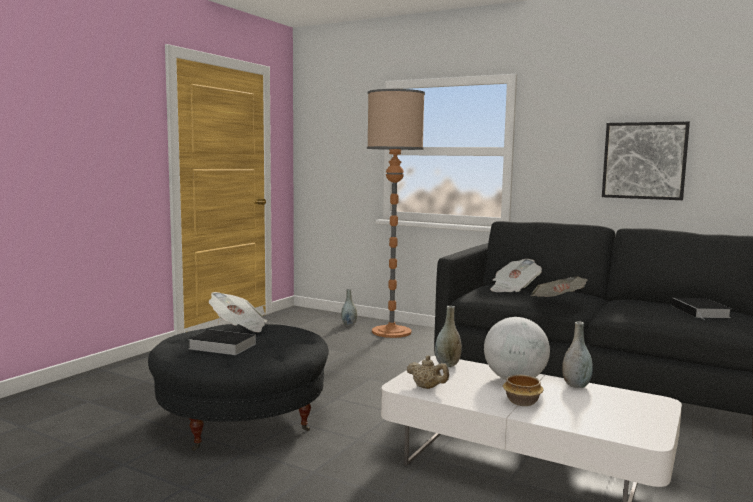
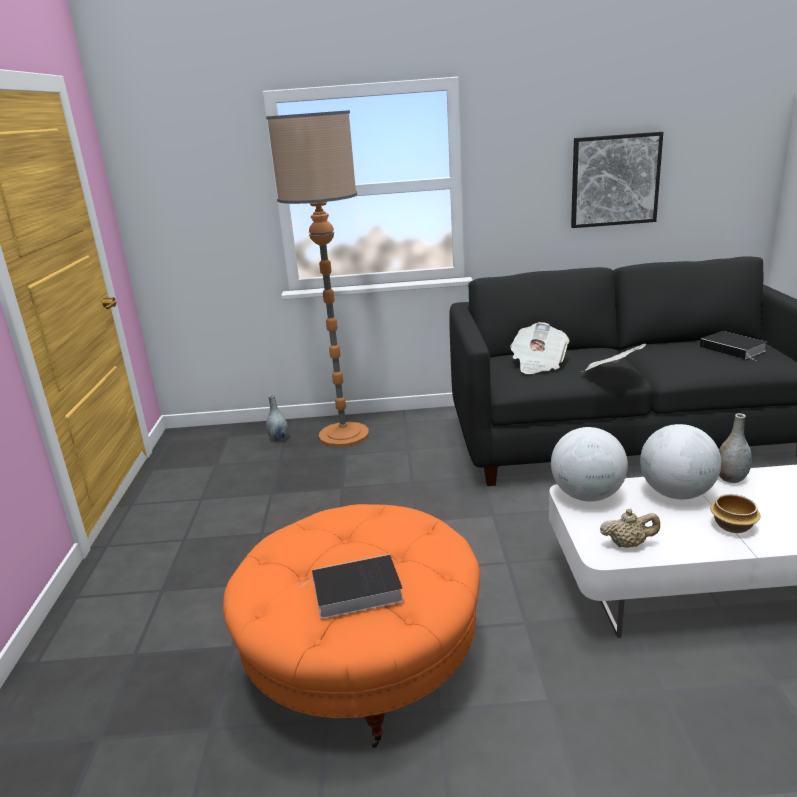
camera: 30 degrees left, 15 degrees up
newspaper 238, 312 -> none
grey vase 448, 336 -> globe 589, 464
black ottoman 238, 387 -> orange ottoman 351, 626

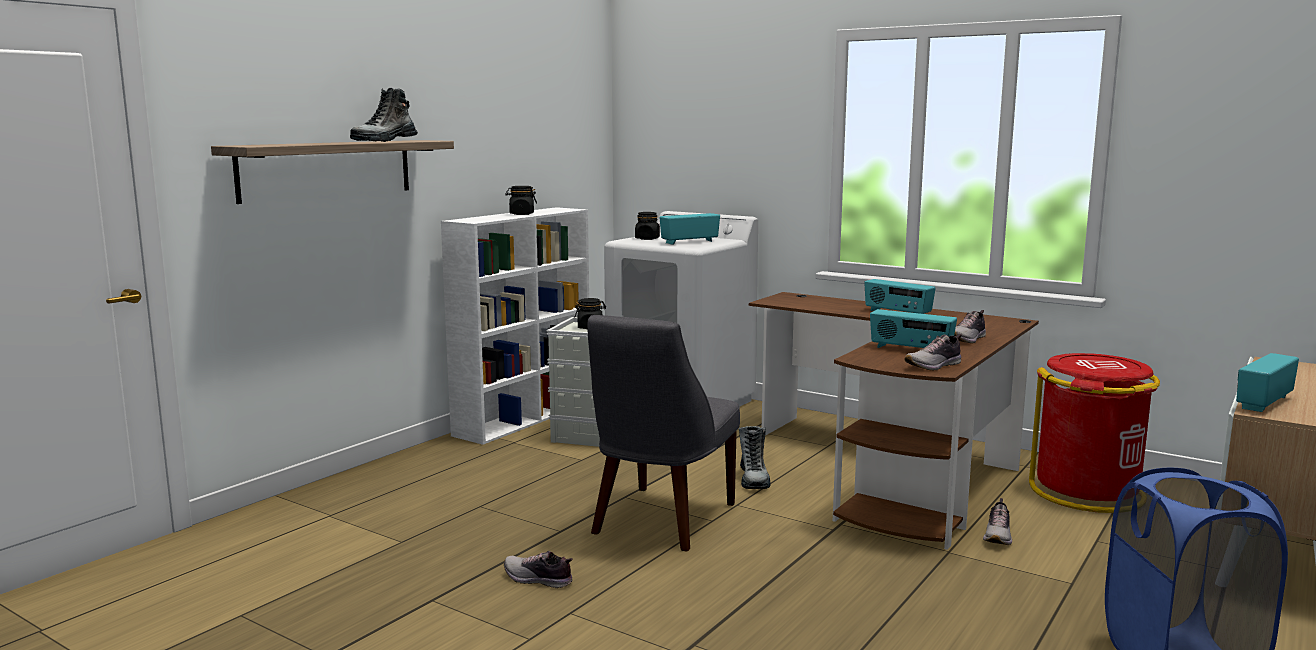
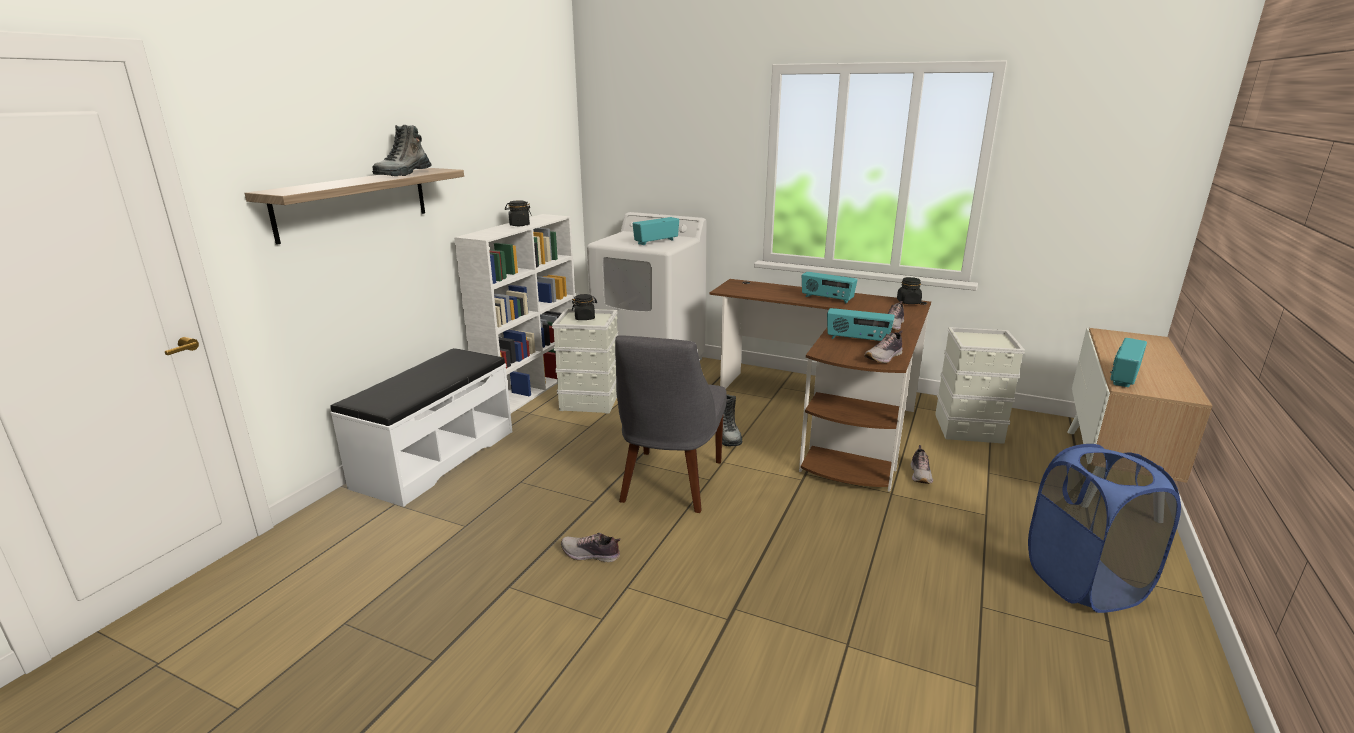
camera: 10 degrees left, 10 degrees up
black jar 647, 226 -> black jar 909, 290, relocated
red trash can 1094, 433 -> grey storage box 980, 385
none -> white bench 421, 427

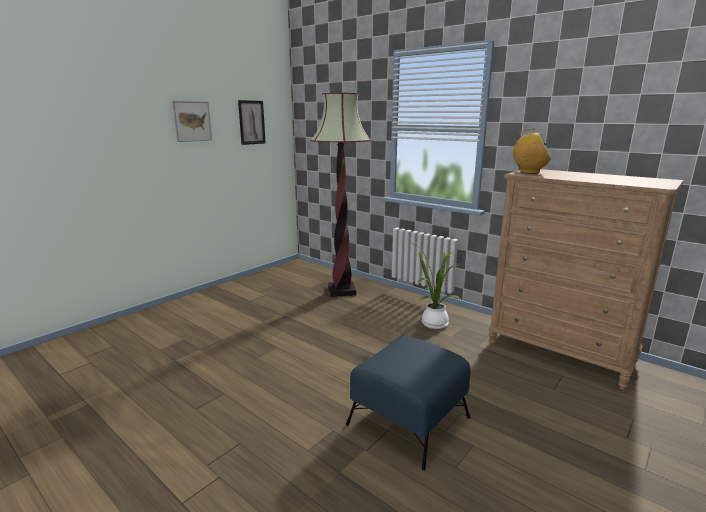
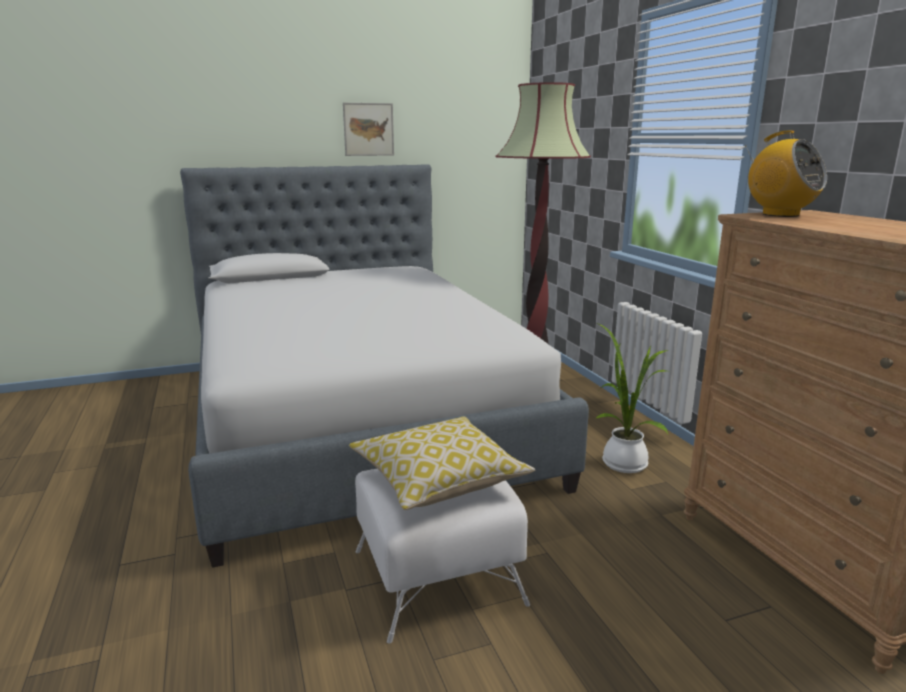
camera: 30 degrees right, 0 degrees up
picture 252, 122 -> none
blue ottoman 408, 403 -> white ottoman 442, 556
none -> bed 384, 366
none -> pillow 442, 463

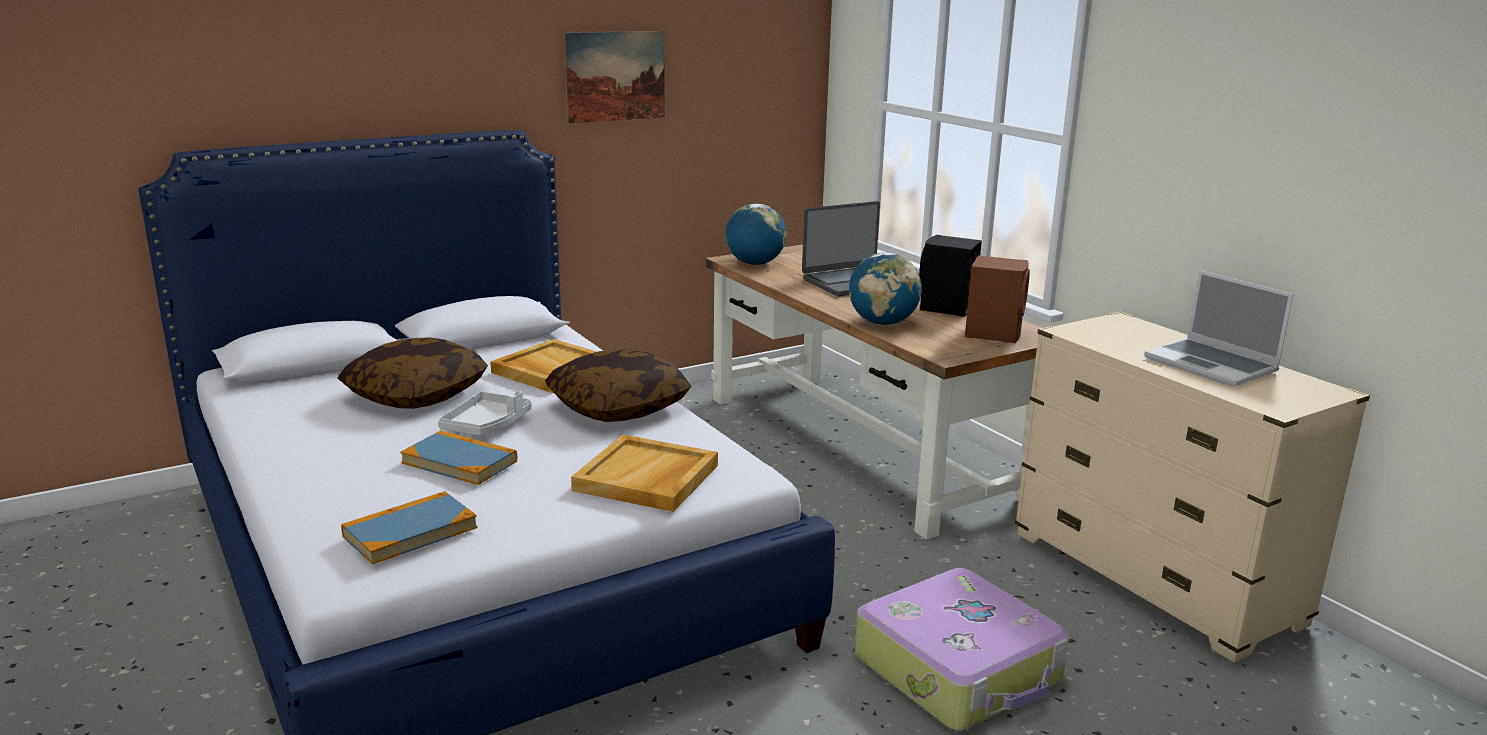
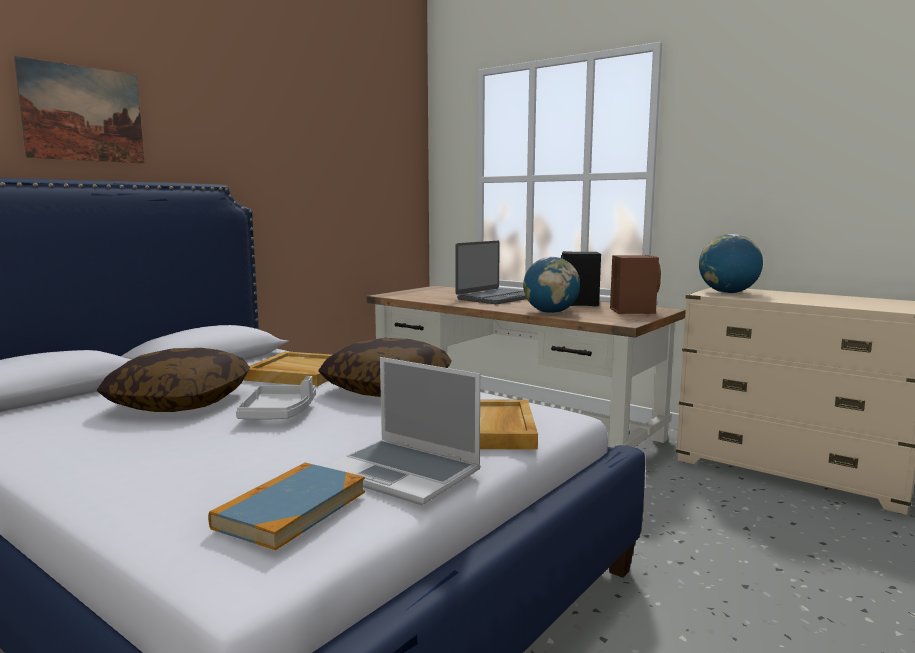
camera: 20 degrees left, 10 degrees down
picture 614, 77 -> picture 79, 109, relocated
globe 755, 234 -> globe 731, 263, relocated
laptop 1218, 328 -> laptop 401, 431, relocated
book 458, 458 -> none
suitcase 962, 649 -> none

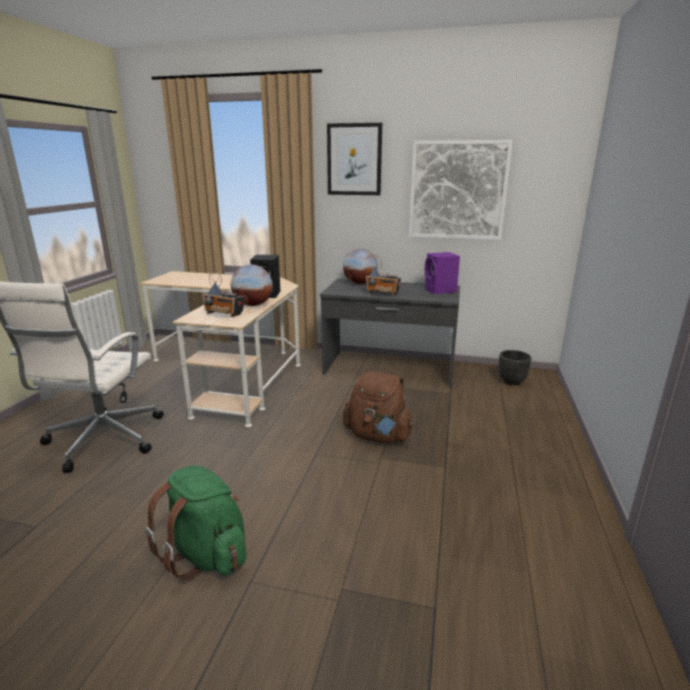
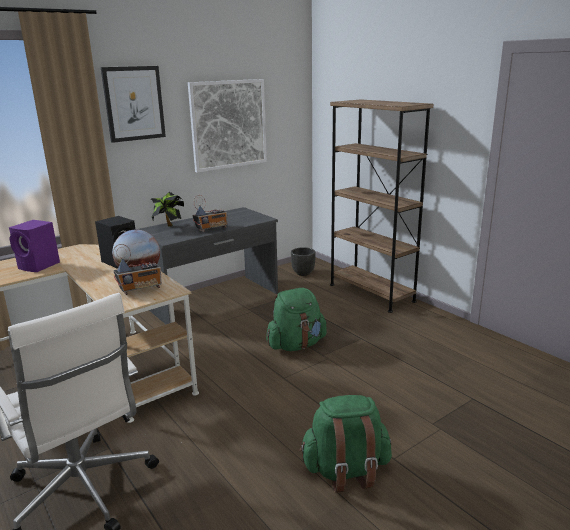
camera: 50 degrees left, 0 degrees up
globe 360, 266 -> potted plant 167, 209
purple speaker 442, 273 -> purple speaker 34, 246, relocated
brown backpack 378, 407 -> green backpack 296, 319
none -> brown bookcase 381, 206

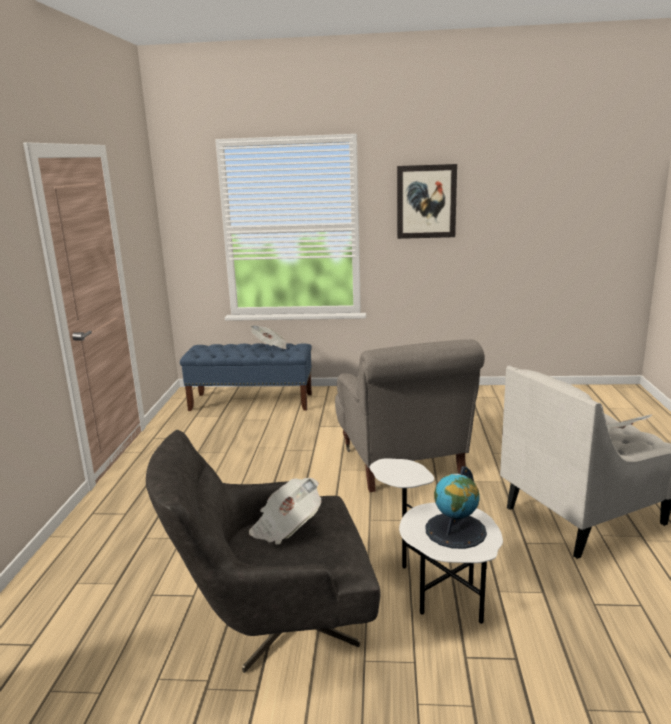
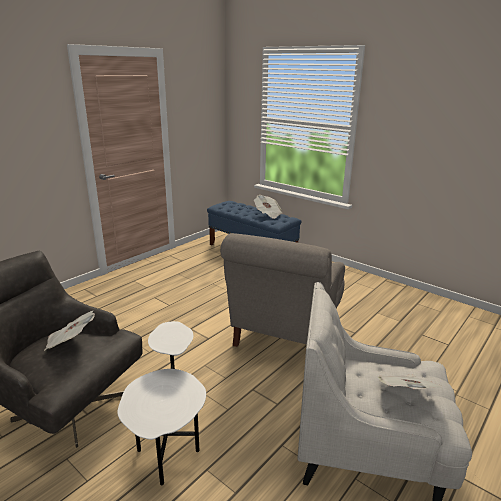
camera: 35 degrees right, 5 degrees up
picture 427, 201 -> none
globe 456, 507 -> none

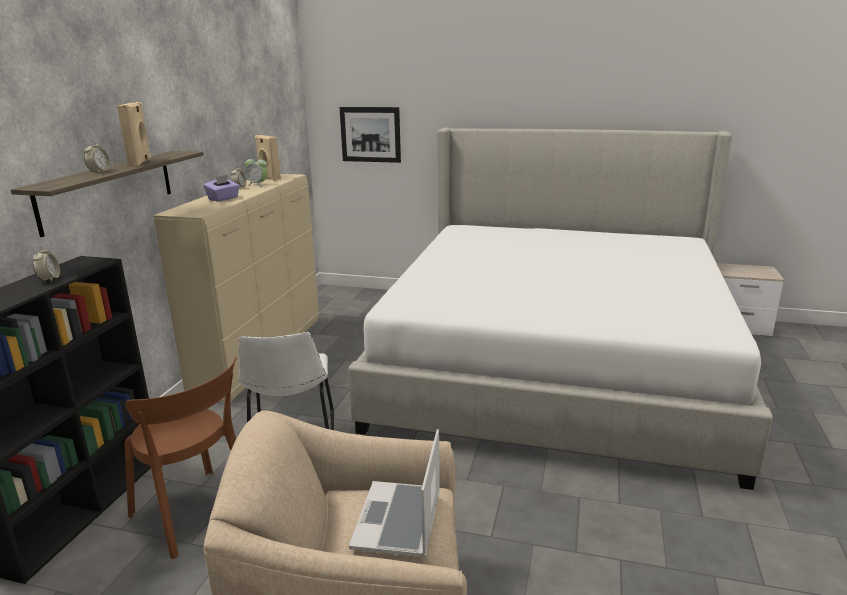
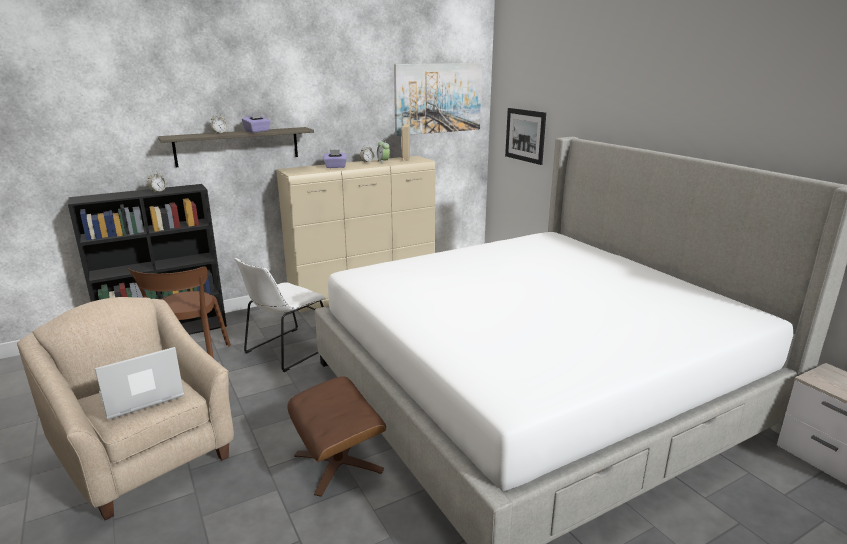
camera: 45 degrees right, 0 degrees up
beige speaker 134, 134 -> purple tissue box 256, 122
none -> picture 438, 99
none -> brown ottoman 336, 436

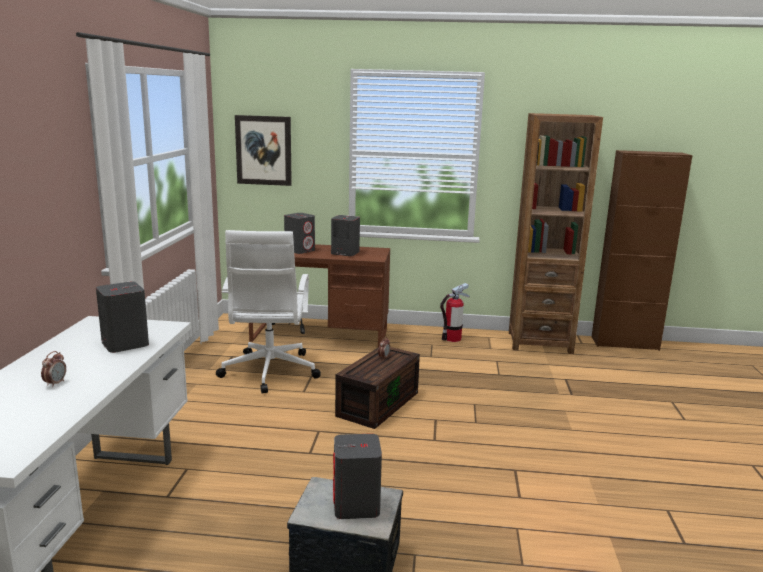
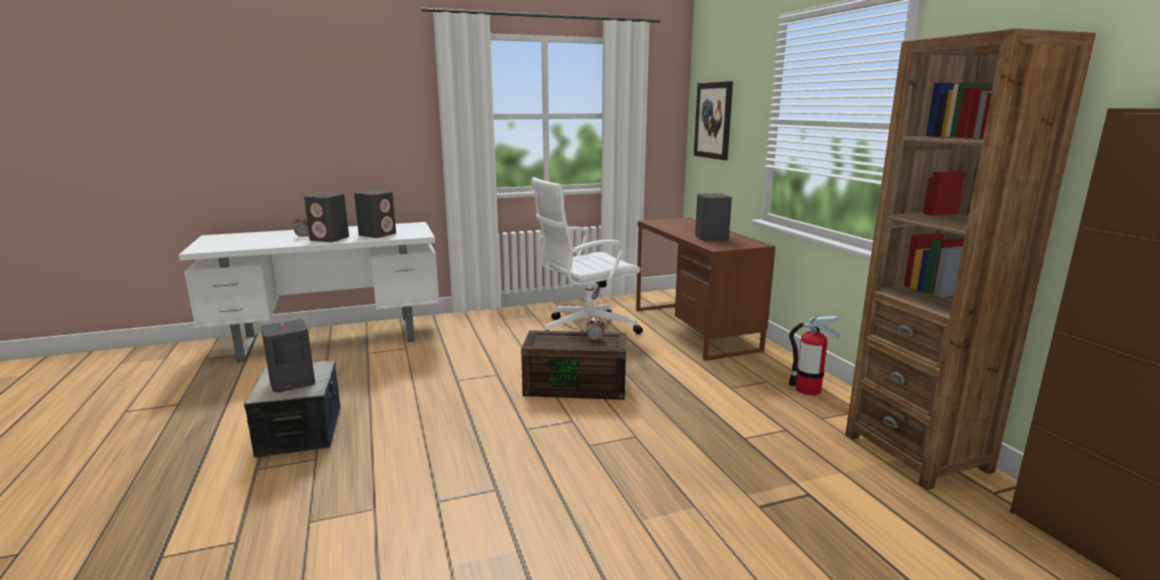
camera: 65 degrees right, 0 degrees up
grey speaker 299, 233 -> grey speaker 326, 217, relocated

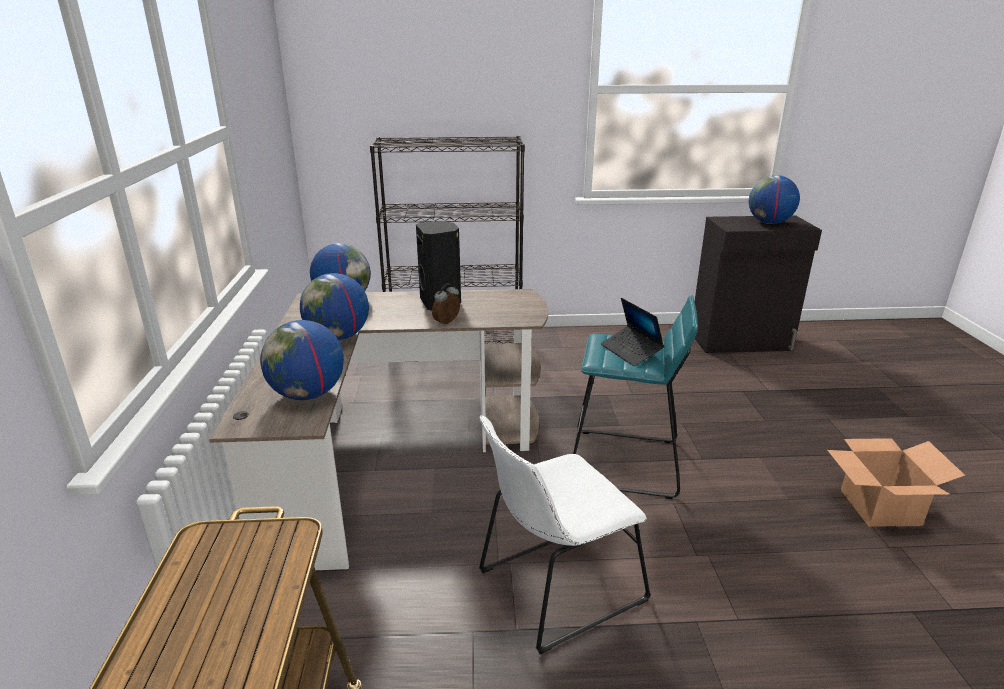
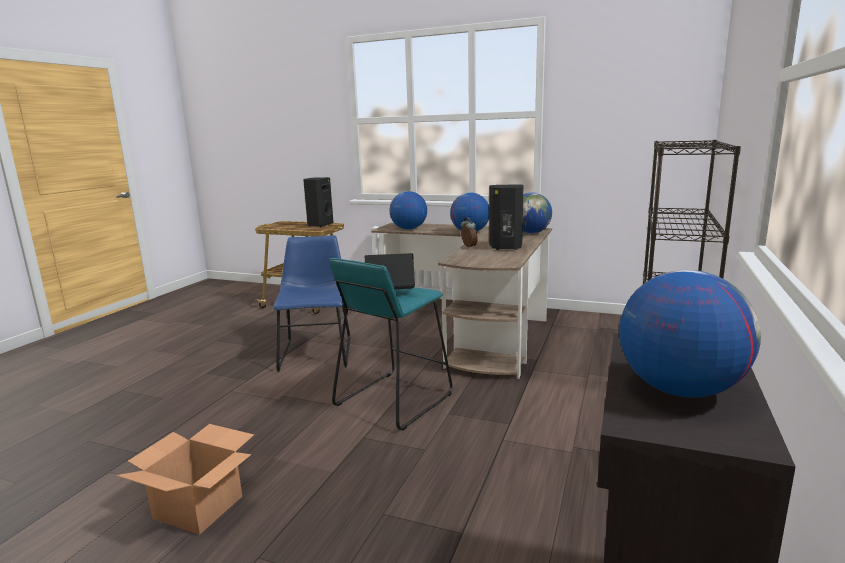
camera: 115 degrees right, 10 degrees down
white chair 565, 534 -> blue chair 312, 303
none -> black speaker 318, 202

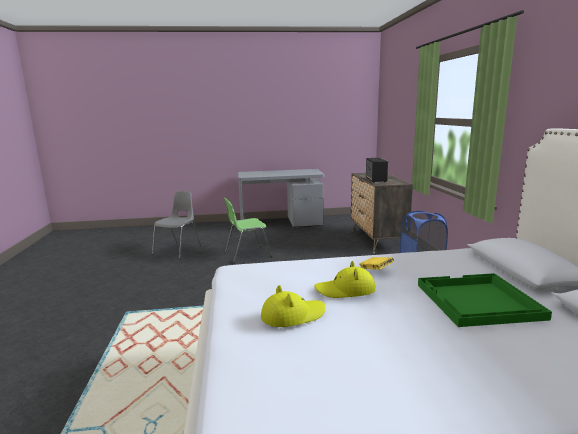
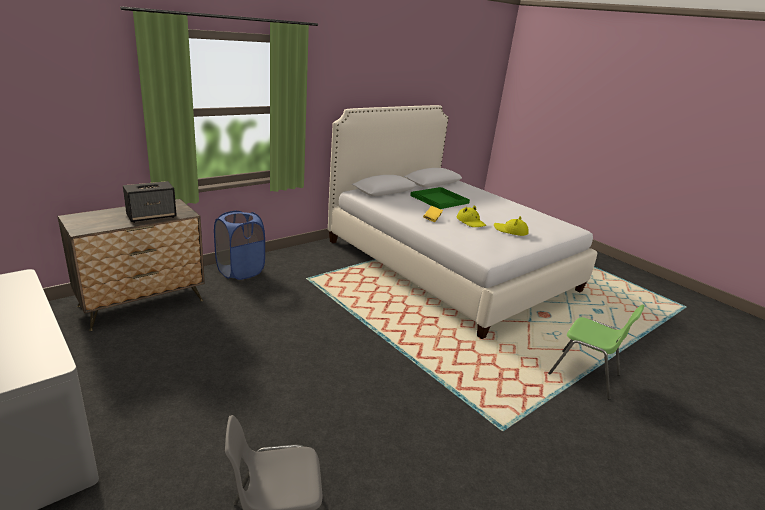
camera: 125 degrees left, 10 degrees up
green chair 248, 230 -> green chair 596, 352, relocated

